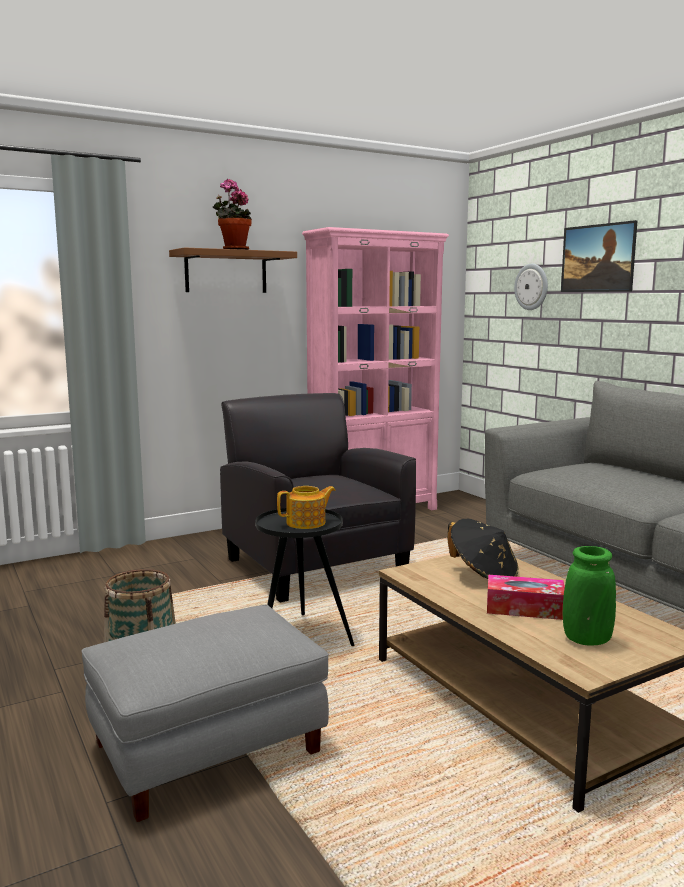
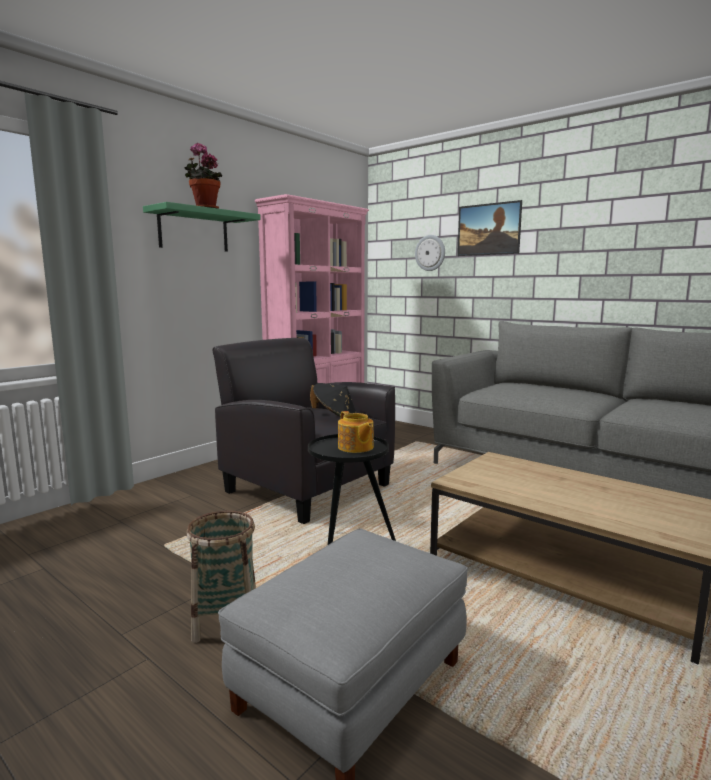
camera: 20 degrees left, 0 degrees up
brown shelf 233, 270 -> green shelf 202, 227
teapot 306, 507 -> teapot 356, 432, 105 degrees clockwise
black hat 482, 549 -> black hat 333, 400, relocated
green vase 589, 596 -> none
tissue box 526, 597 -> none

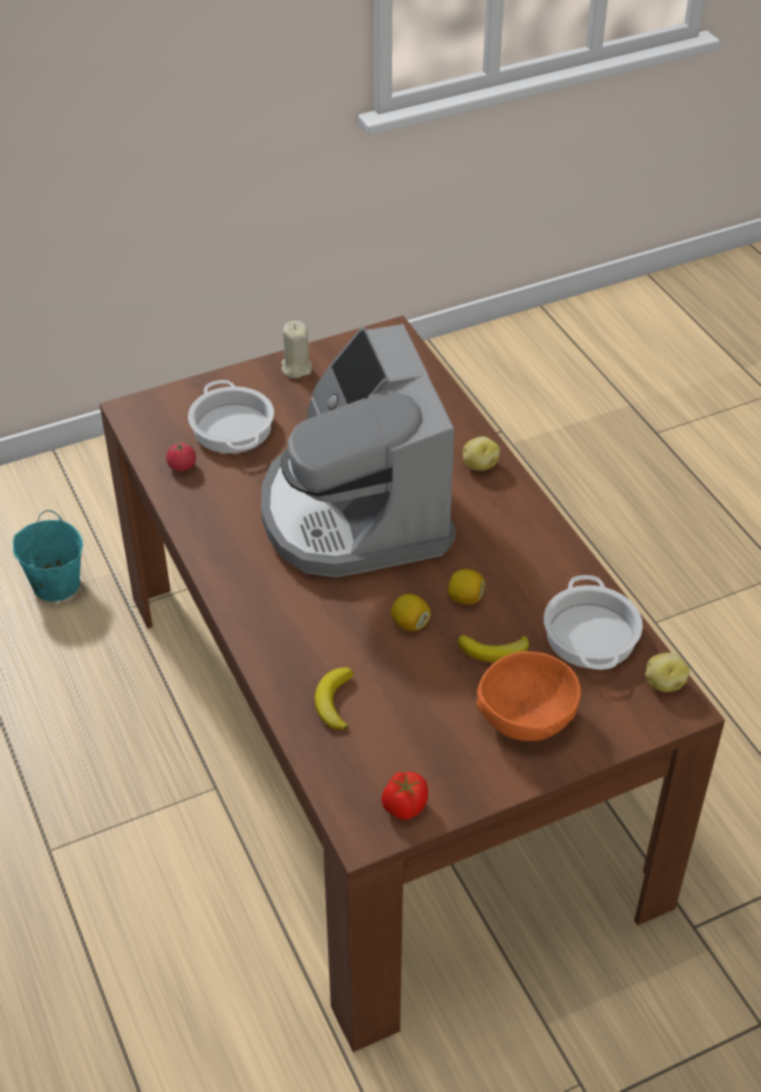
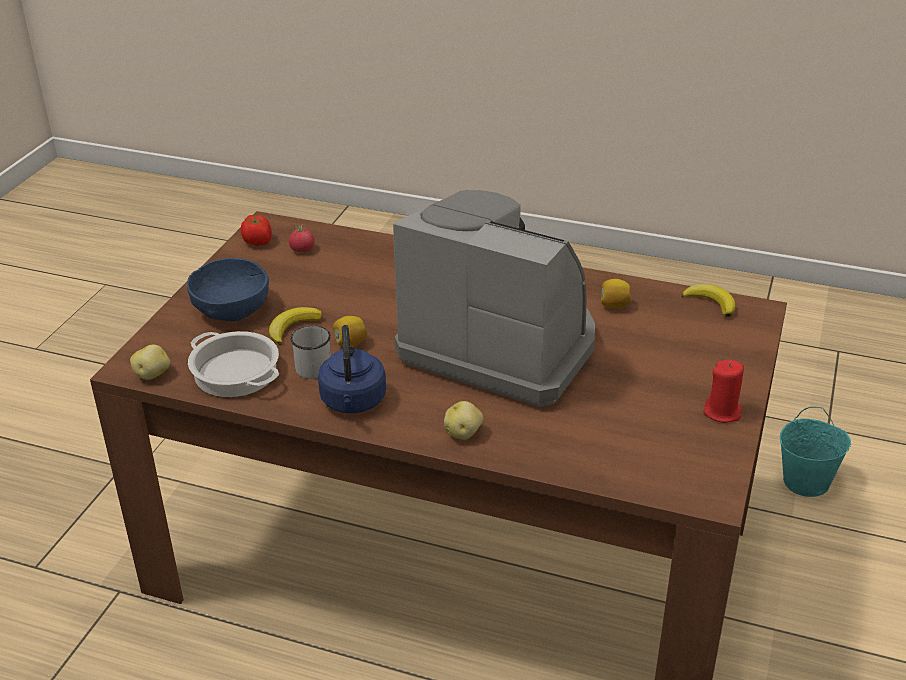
camera: 135 degrees right, 10 degrees down
beige candle 296, 349 -> red candle 723, 391
cooking pot 231, 416 -> none
tomato 181, 456 -> tomato 302, 238, relocated
lemon 411, 612 -> lemon 616, 293, relocated
orange bowl 528, 696 -> blue bowl 228, 289
banana 333, 698 -> banana 708, 300, relocated
none -> white mug 310, 352
none -> blue kettle 352, 369

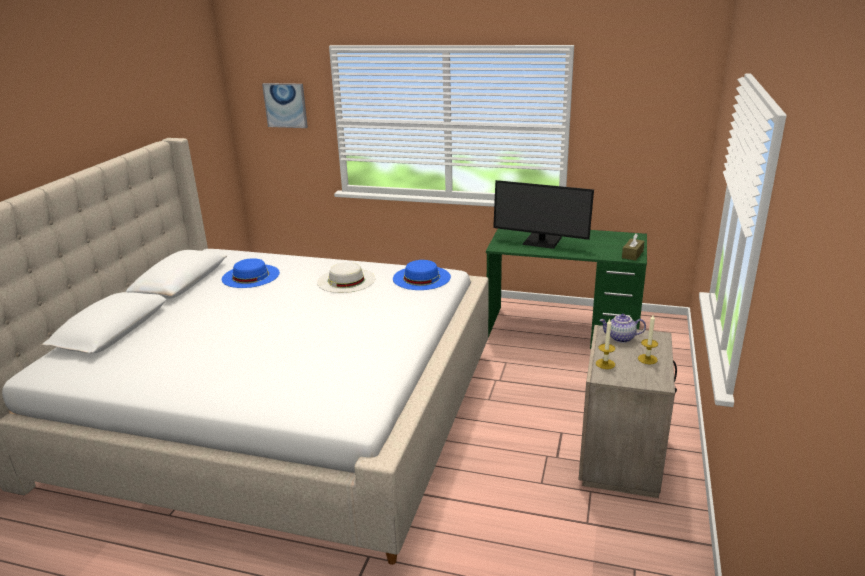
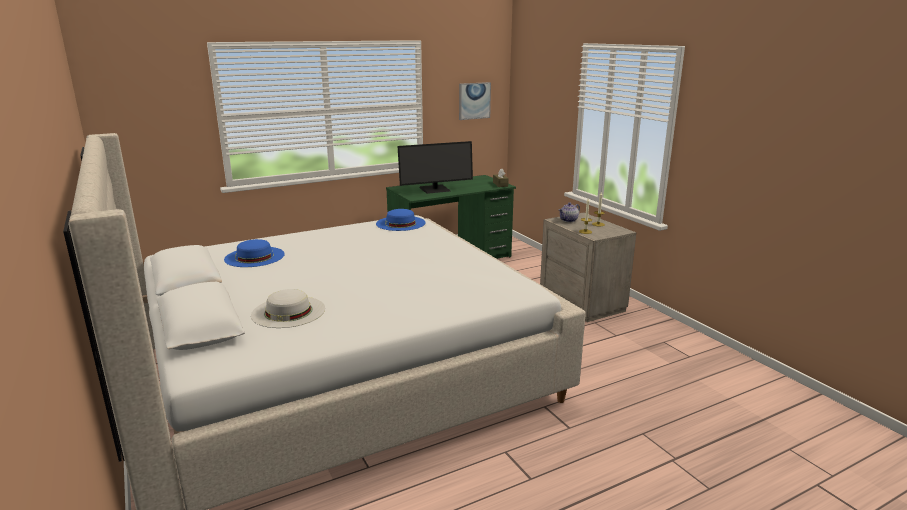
camera: 45 degrees left, 5 degrees down
picture 285, 105 -> picture 475, 101, relocated
white hat 346, 277 -> white hat 288, 308, relocated

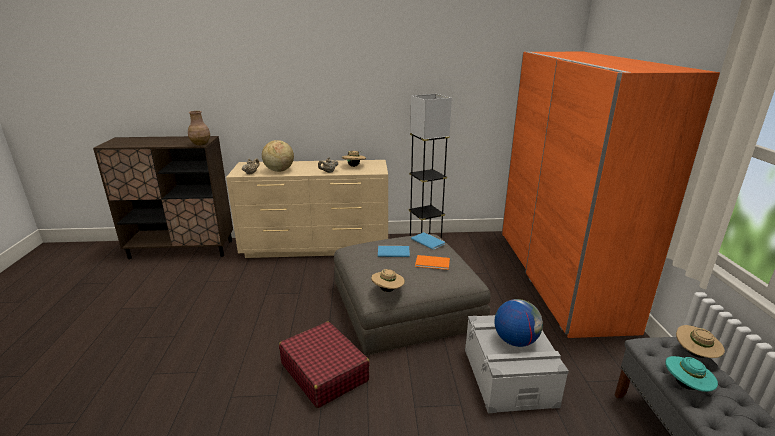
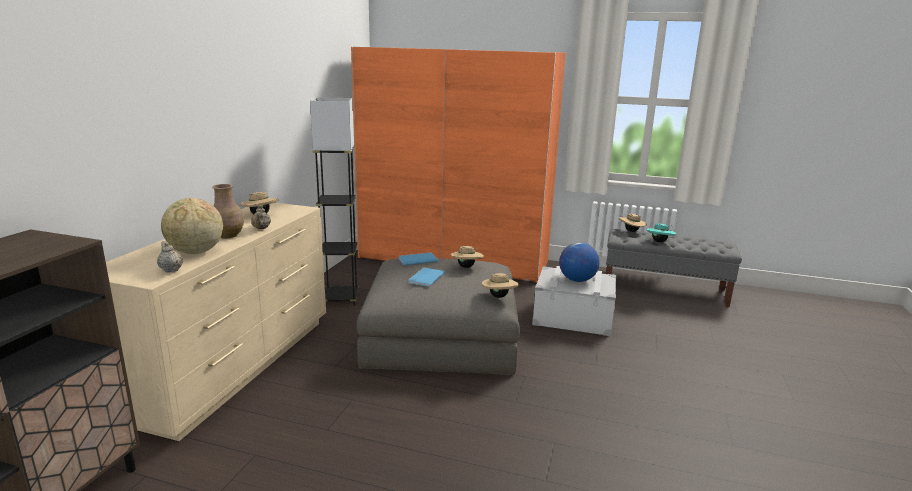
camera: 70 degrees left, 5 degrees down
brown vase 199, 128 -> brown vase 228, 211, relocated
orange book 432, 262 -> beige hat 467, 257
red suitcase 324, 365 -> none

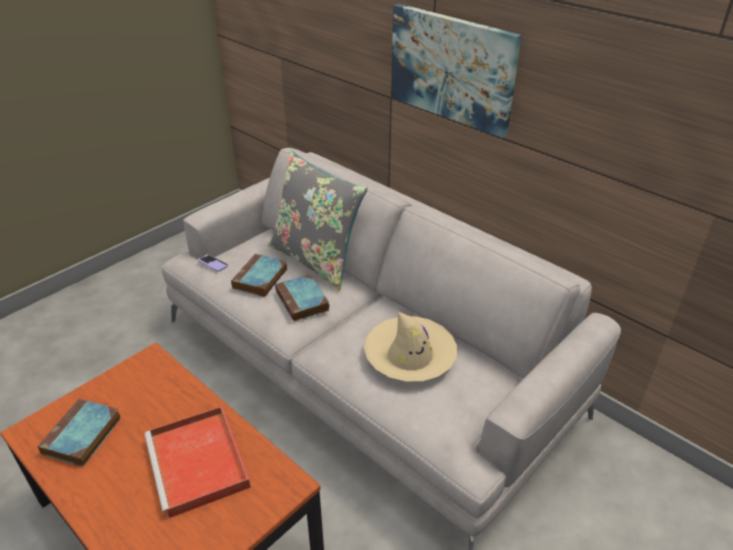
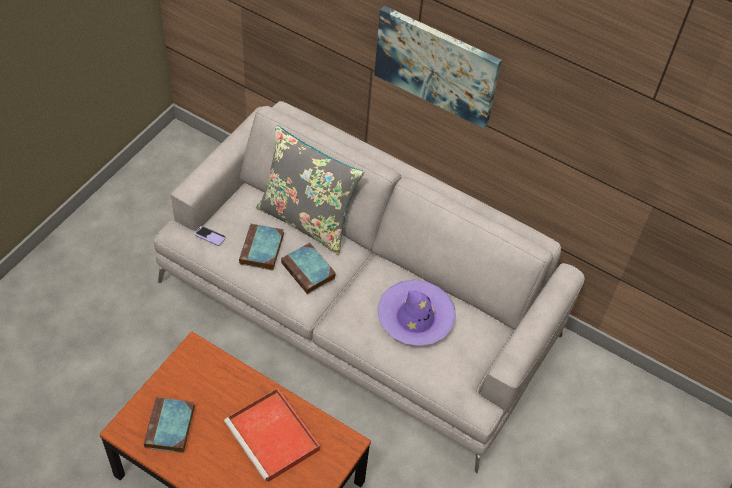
camera: 15 degrees left, 15 degrees up
beige hat 410, 346 -> purple hat 417, 313

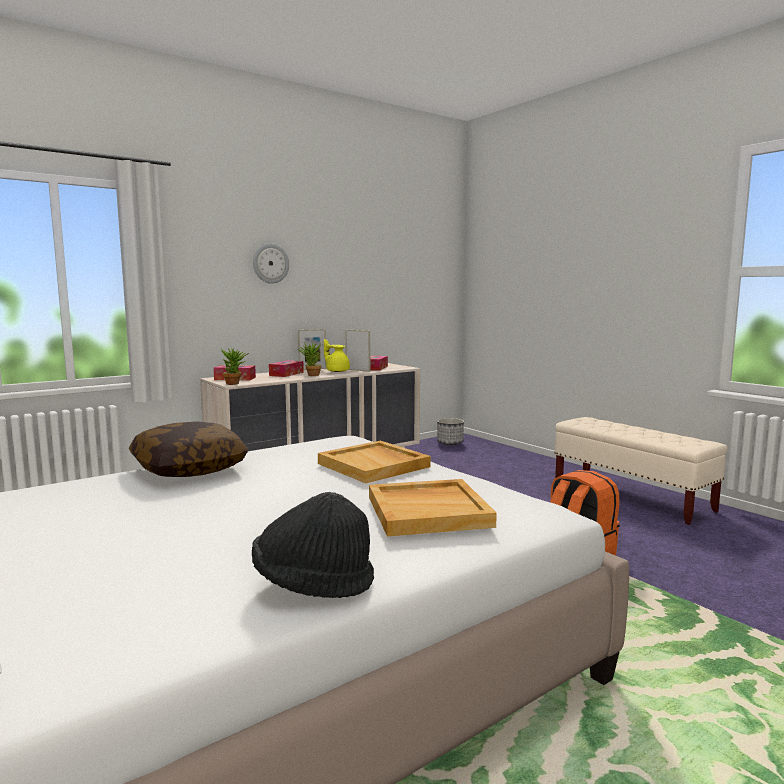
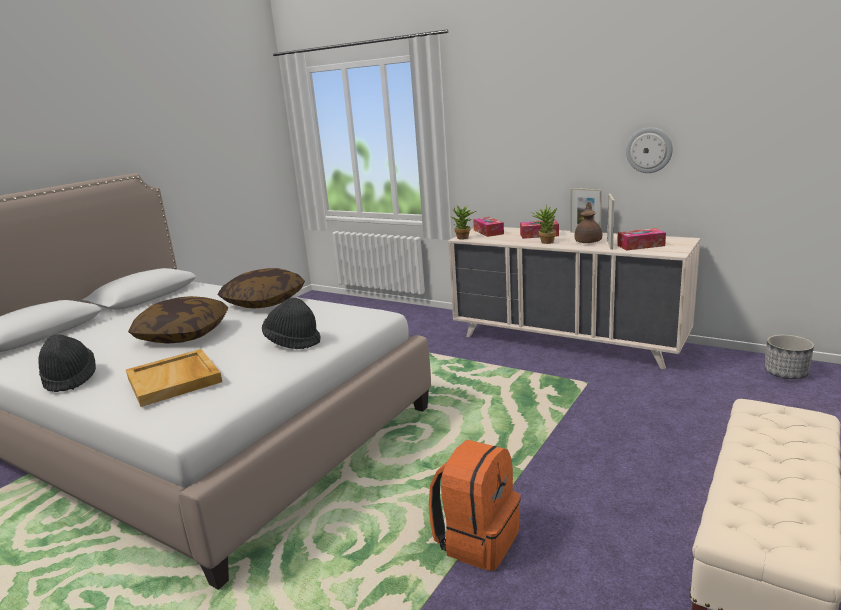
camera: 70 degrees right, 10 degrees up
wall clock 271, 263 -> wall clock 649, 150, relocated
yellow teapot 337, 355 -> brown teapot 588, 222
beige tray 374, 462 -> black hat 291, 323
none -> pillow 178, 320

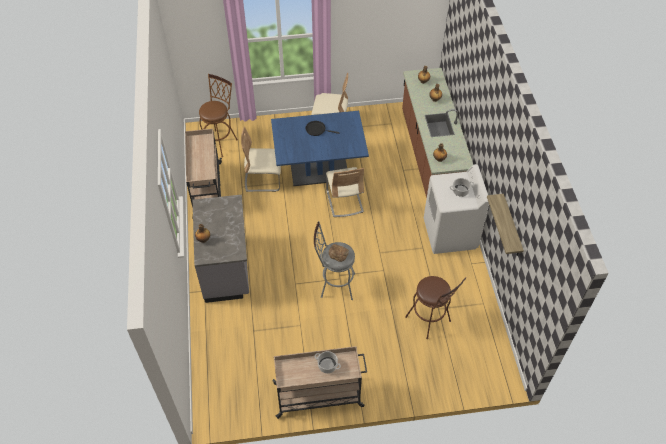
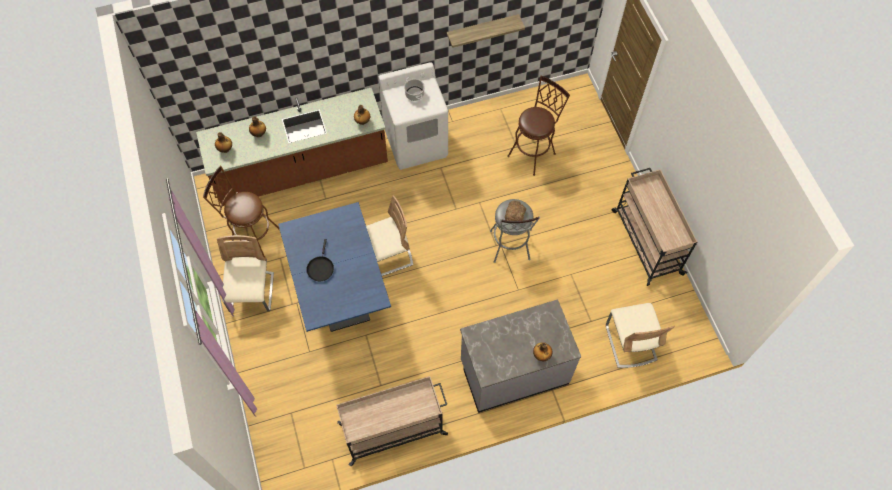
camera: 100 degrees left, 10 degrees up
brown stool 218, 115 -> brown stool 241, 212, relocated
beige chair 261, 159 -> beige chair 640, 335, relocated
cooking pot 328, 362 -> none

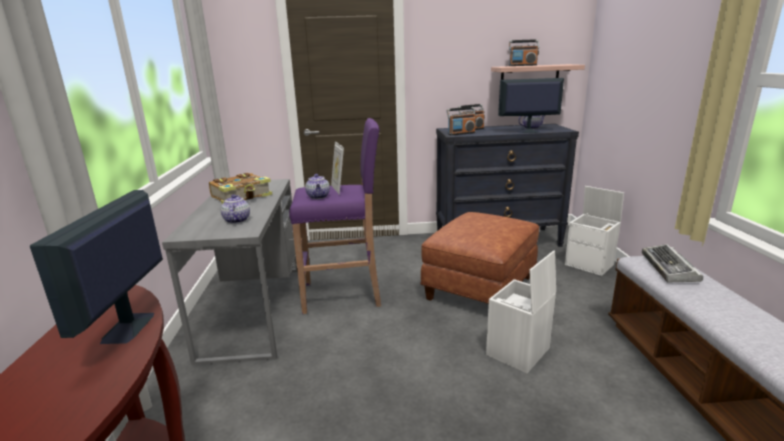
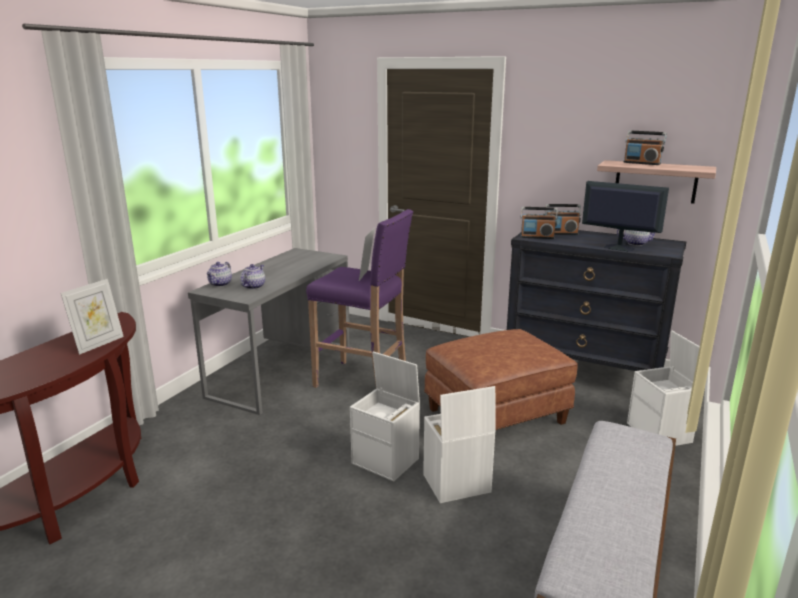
camera: 30 degrees right, 0 degrees up
book 241, 188 -> none
teapot 317, 186 -> teapot 219, 274, relocated
monitor 96, 267 -> picture frame 92, 317
keyboard 672, 263 -> none
none -> white storage box 385, 416

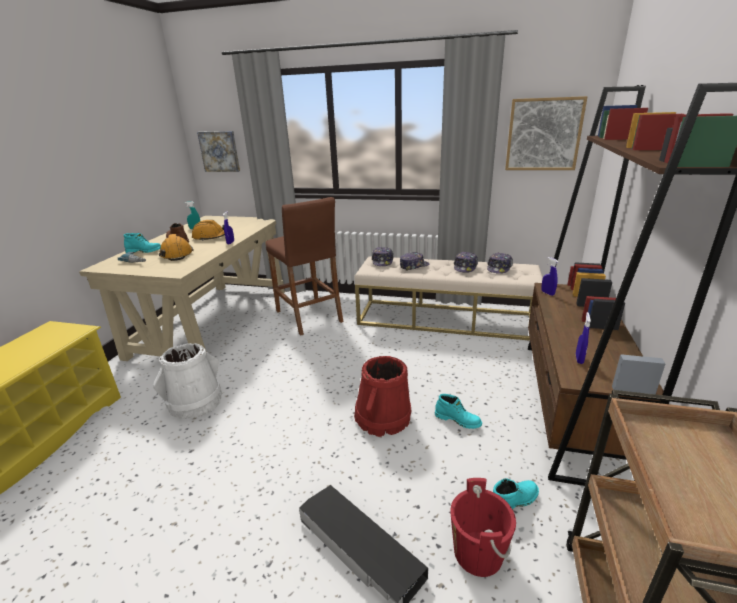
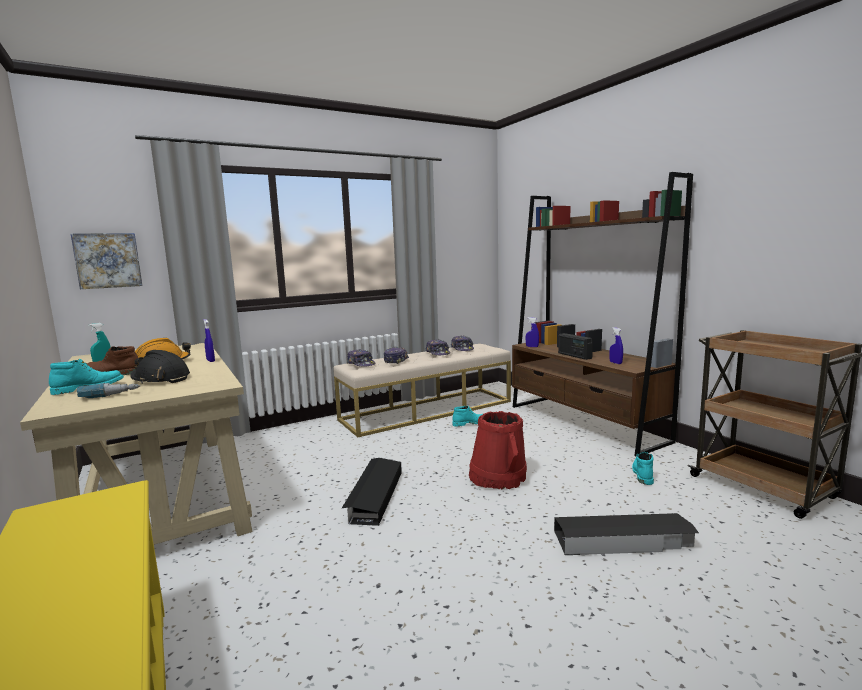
camera: 45 degrees left, 15 degrees down
picture 546, 133 -> none
brown stool 305, 266 -> none
orange hard hat 176, 247 -> black hard hat 160, 367
white bucket 187, 381 -> none
turquoise boot 458, 411 -> turquoise boot 468, 416, relocated
red bucket 483, 527 -> none
none -> radio 575, 346
none -> black storage box 372, 492

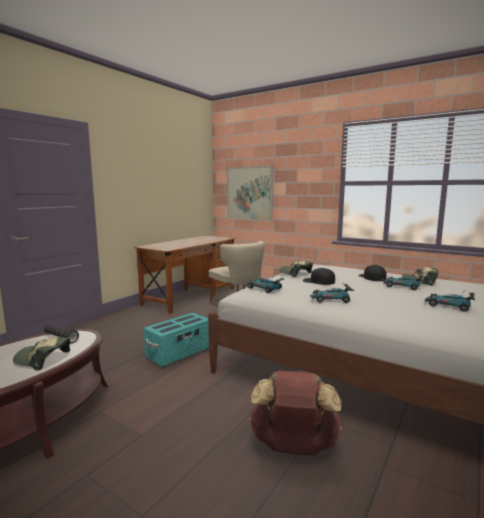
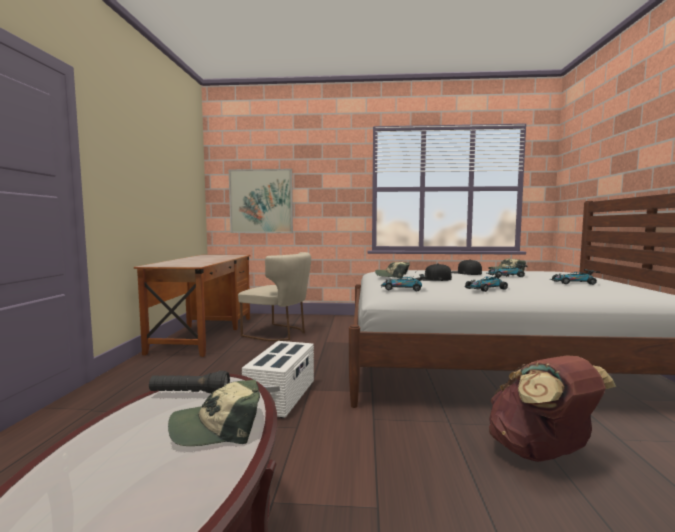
camera: 30 degrees left, 5 degrees down
turquoise storage box 176, 340 -> white storage box 278, 379

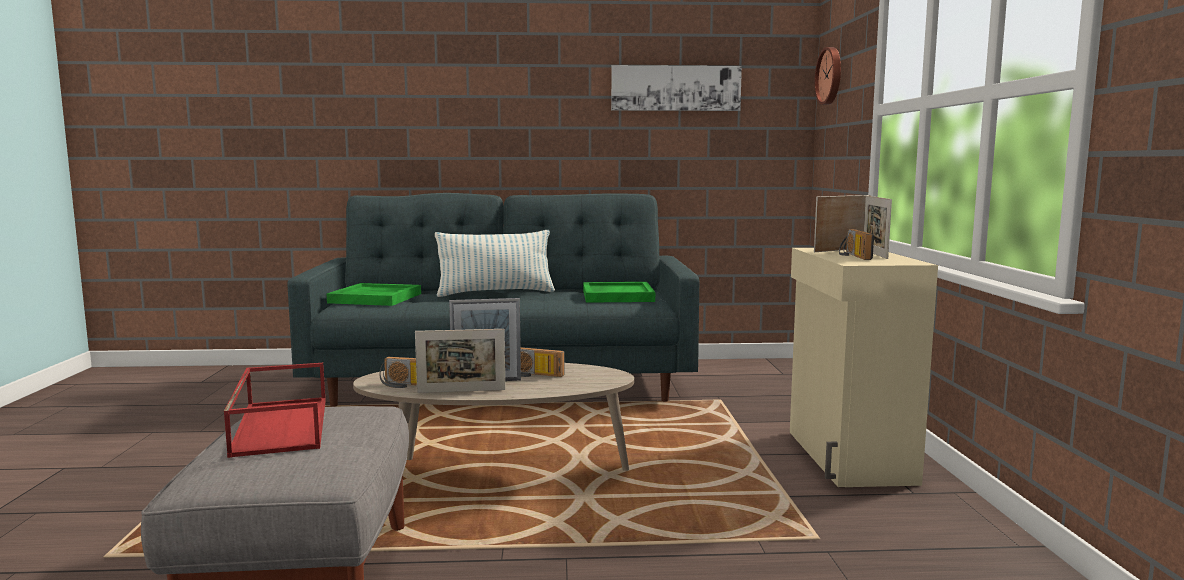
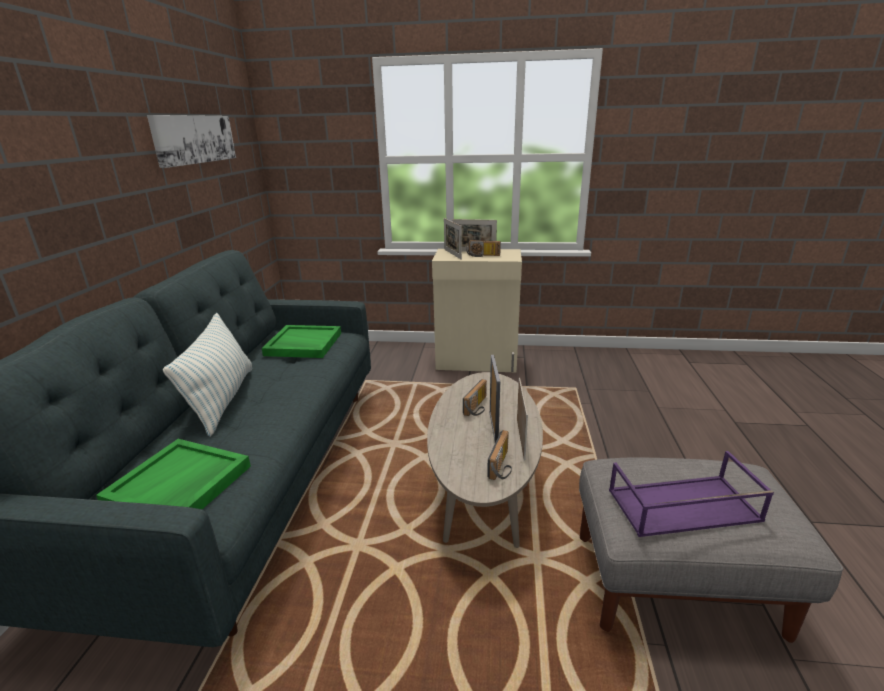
camera: 80 degrees left, 15 degrees up
wall clock 827, 76 -> none
red tray 275, 410 -> purple tray 691, 494

